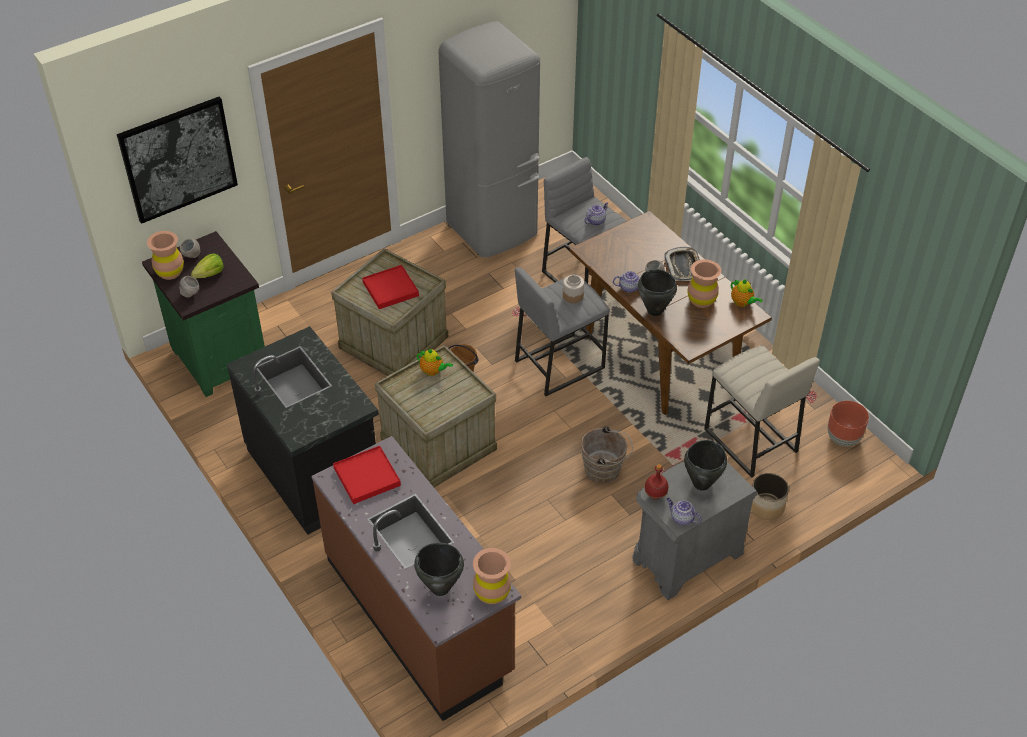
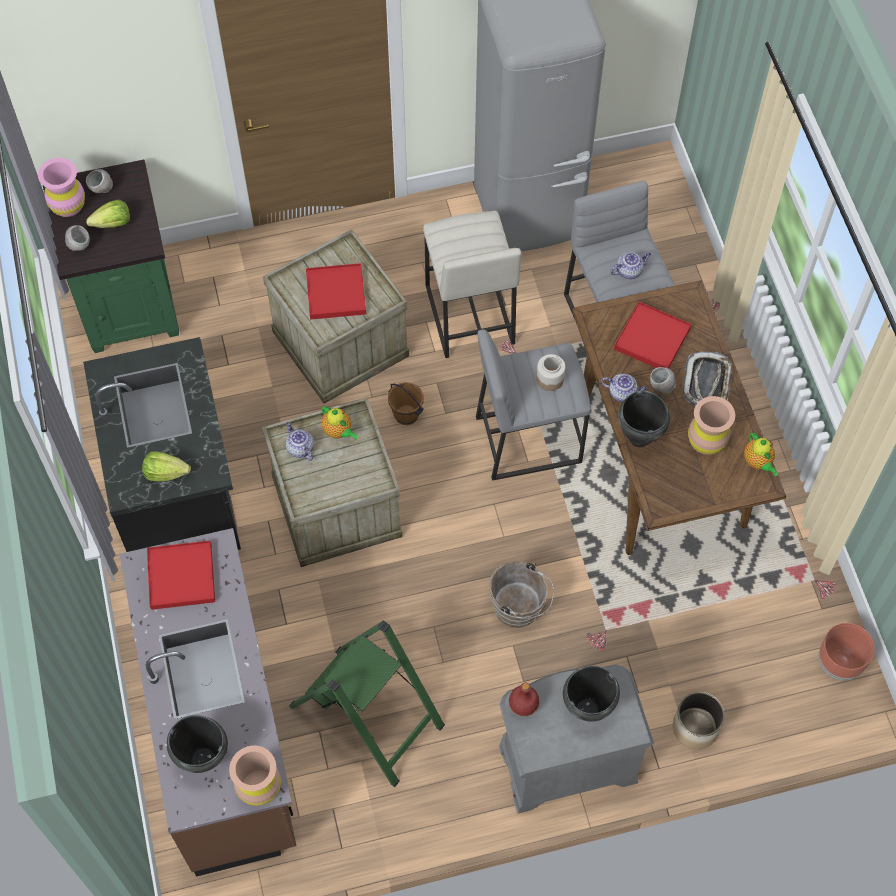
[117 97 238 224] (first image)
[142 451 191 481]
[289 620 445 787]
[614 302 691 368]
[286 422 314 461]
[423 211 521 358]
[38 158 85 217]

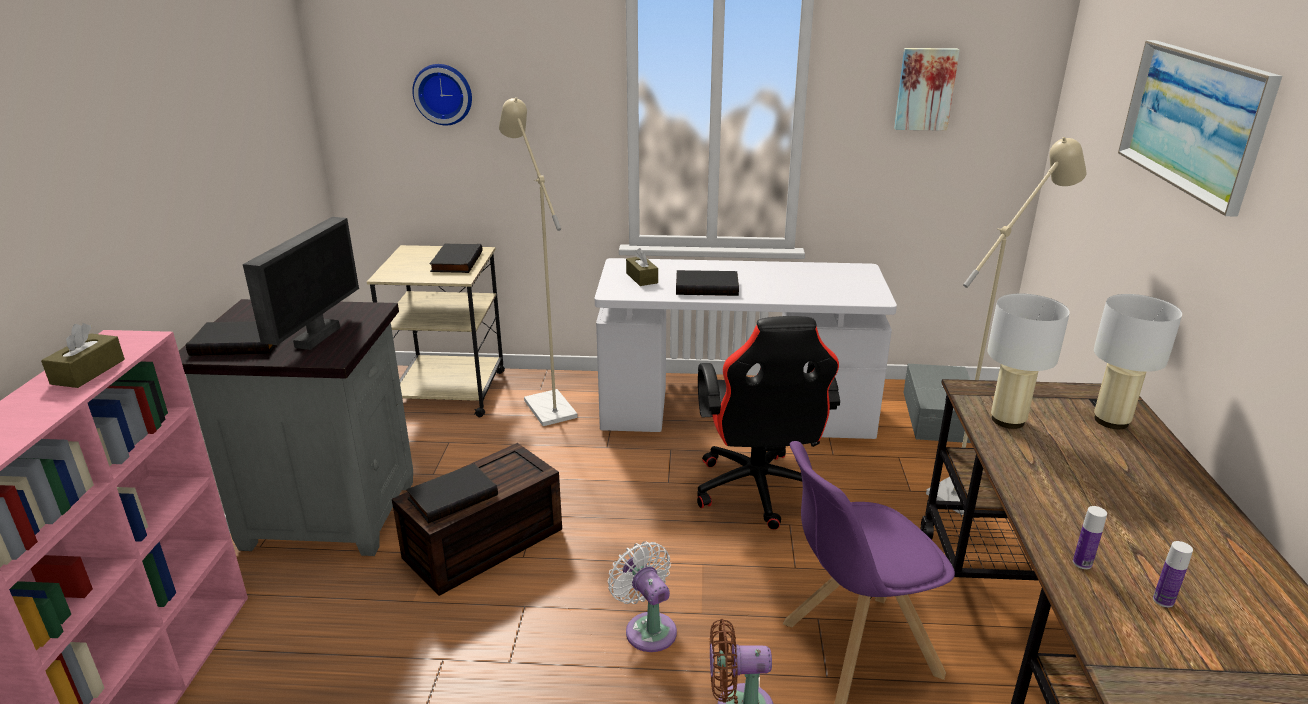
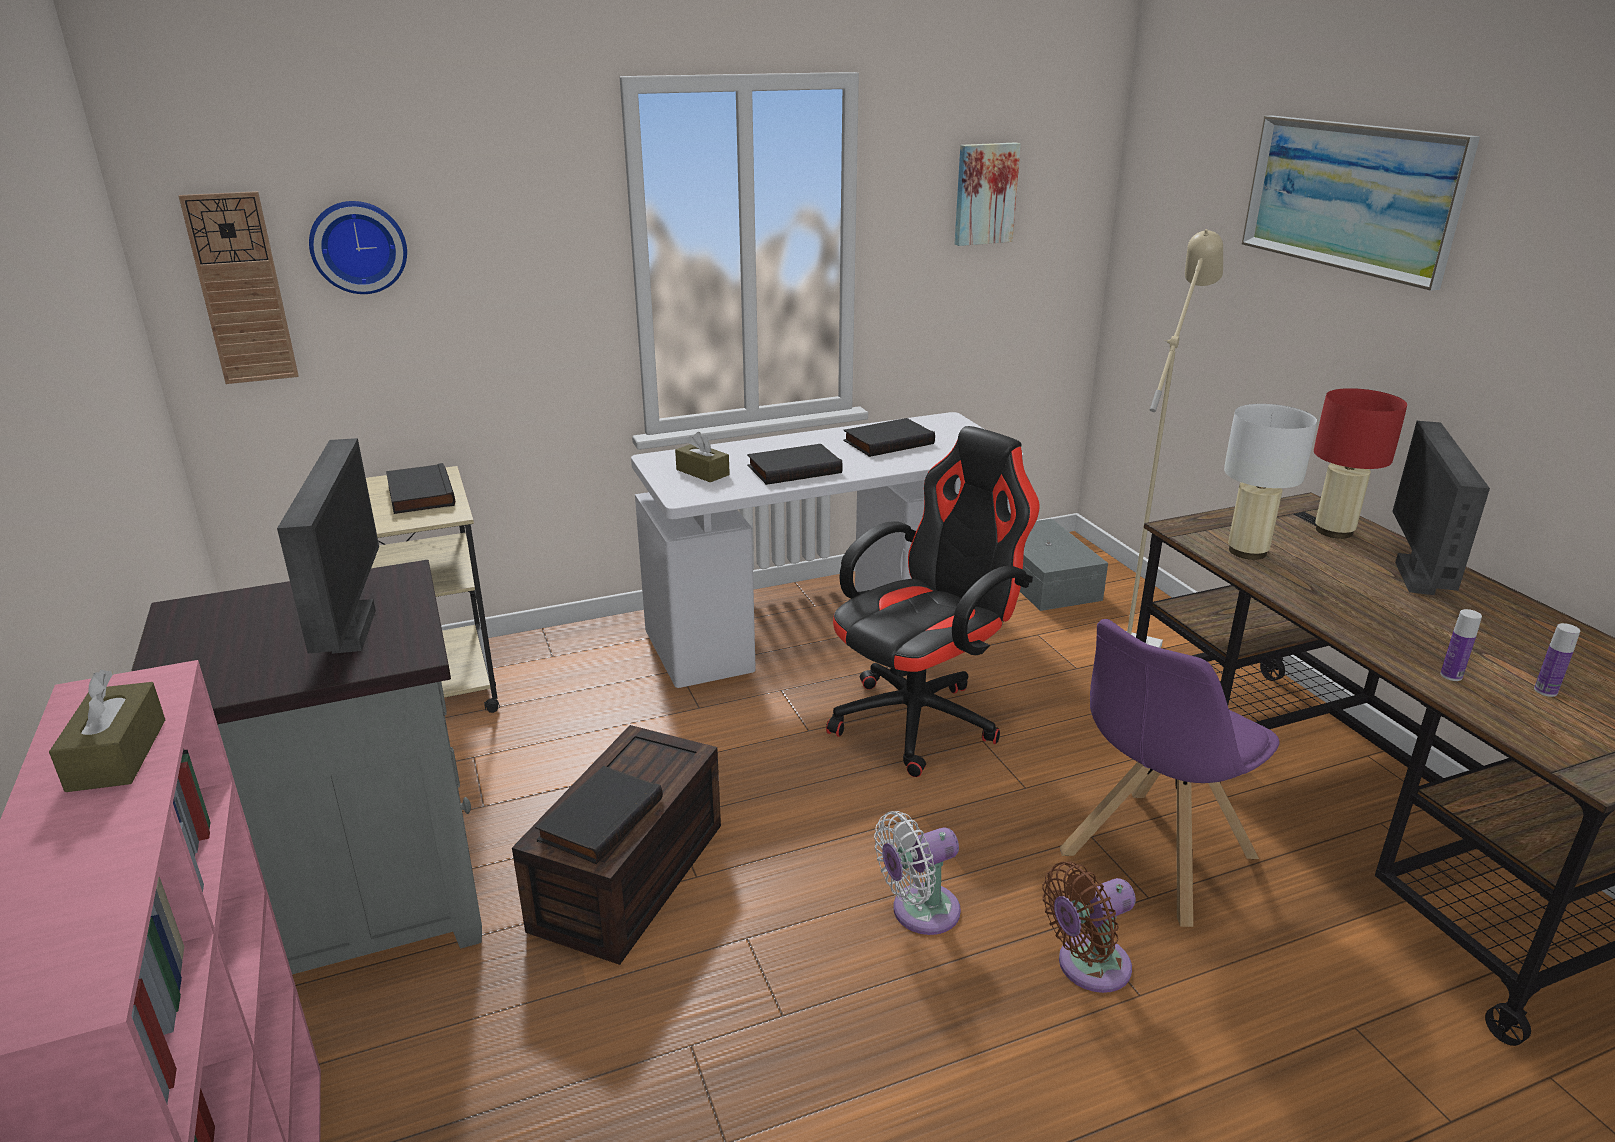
[499 97 578 426] (first image)
[179 191 299 384]
[1392 421 1490 595]
[843 418 935 457]
[1314 388 1407 539]
[874 811 961 935]
[826 426 1039 777]

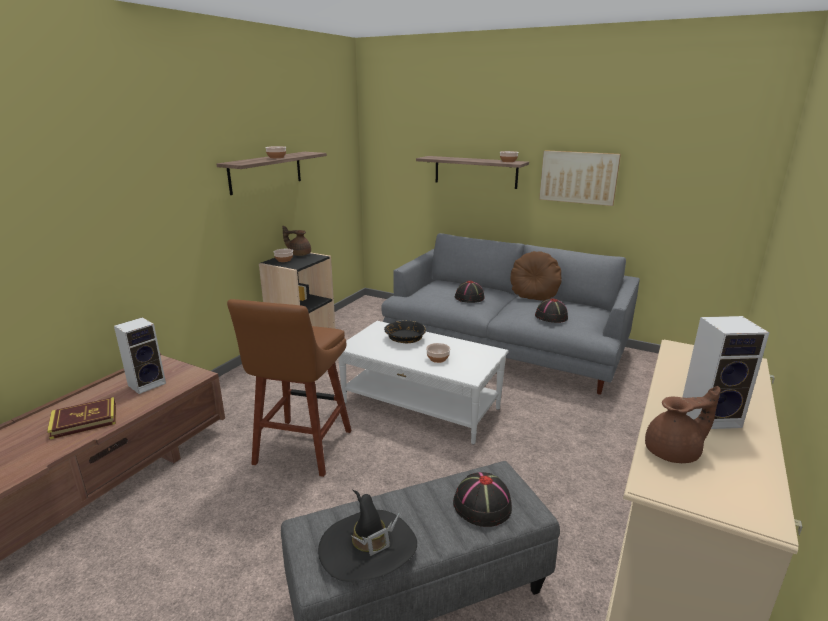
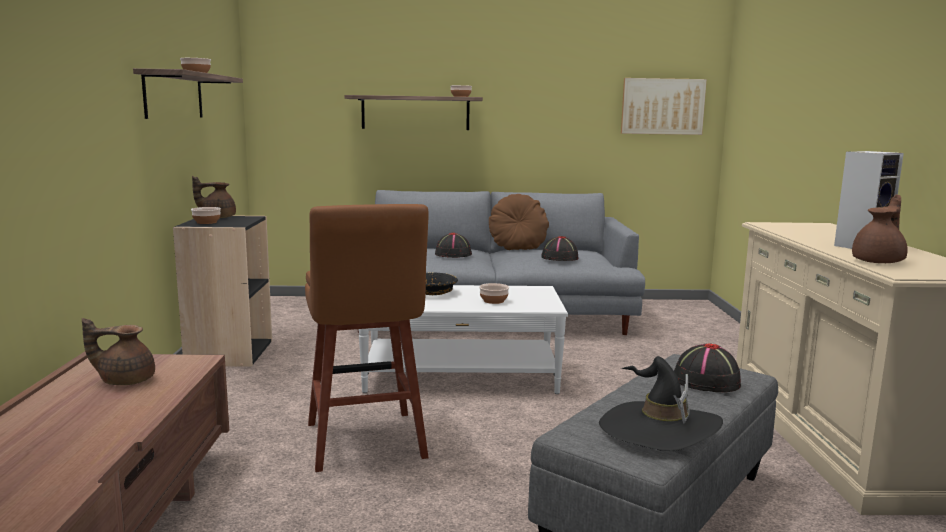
[47 397 116 439] (first image)
[621 78 707 135]
[82 318 155 385]

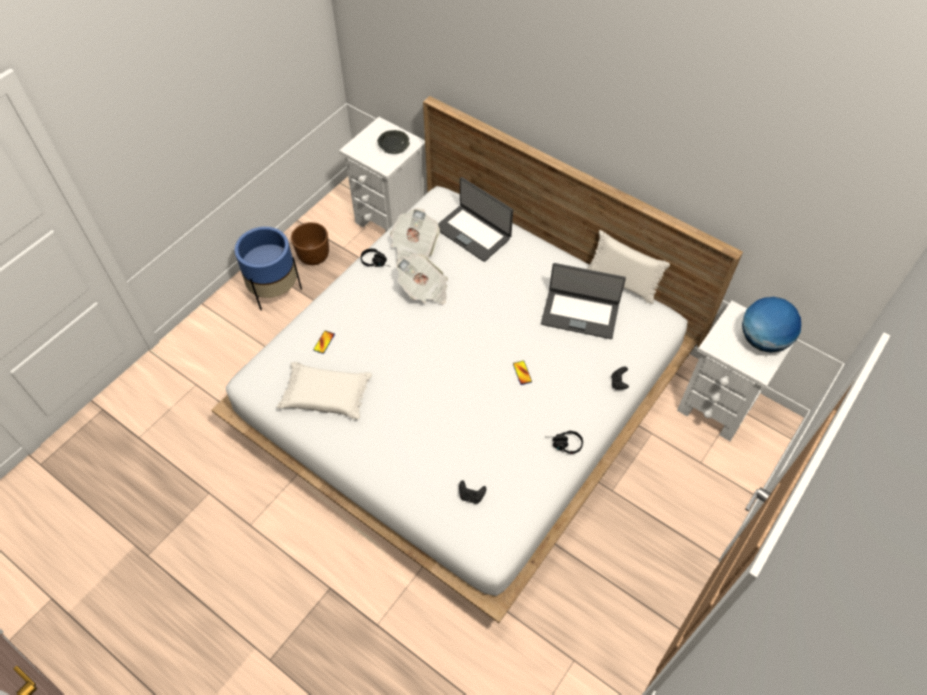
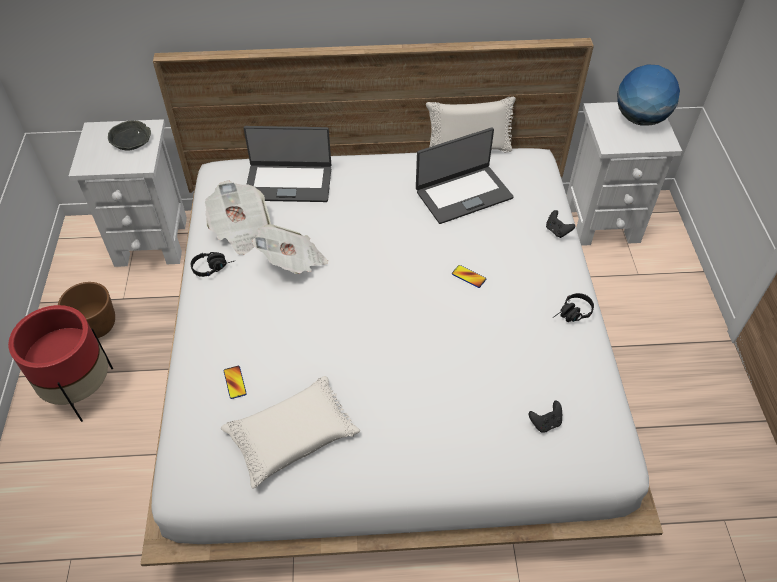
[8 305 113 422]

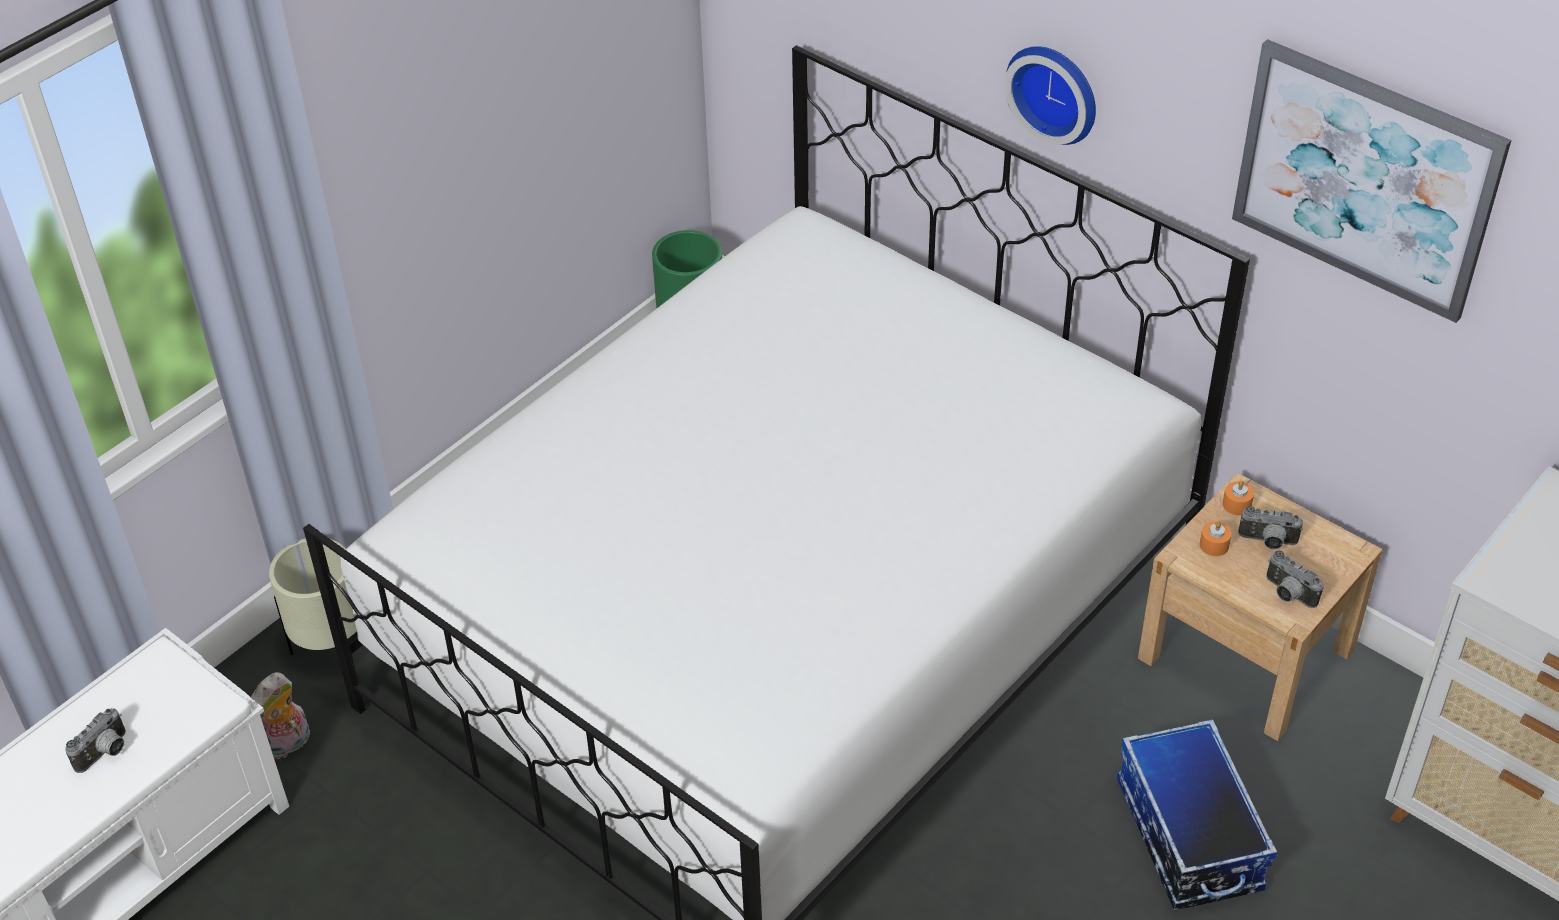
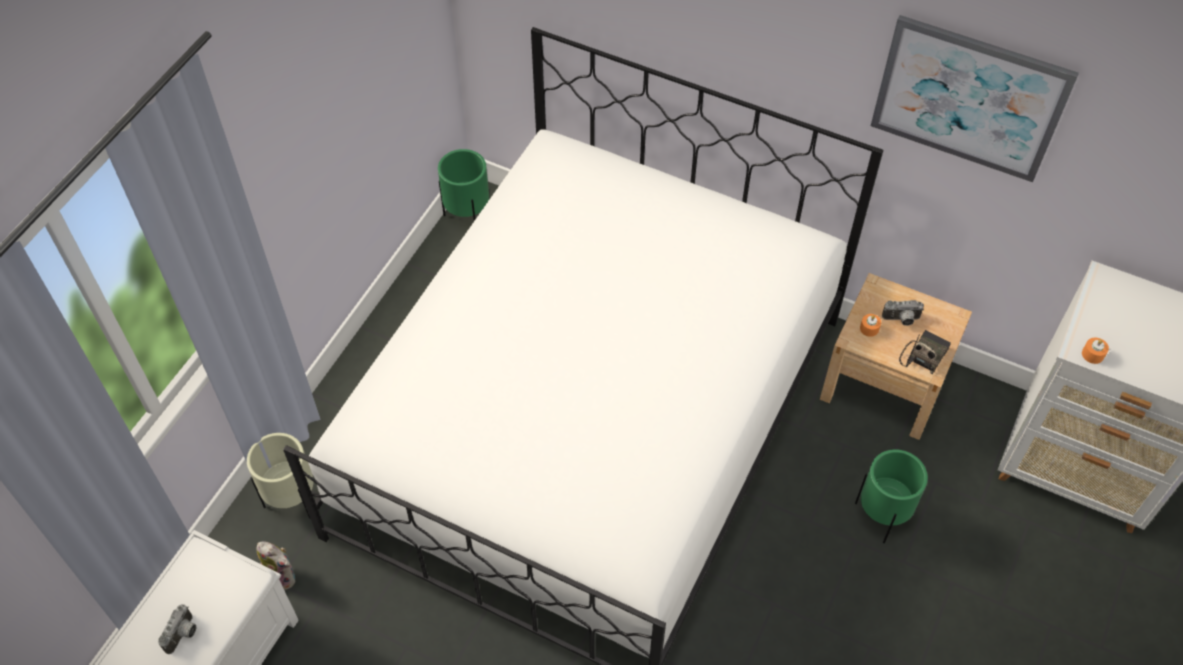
[1005 46 1096 145] (first image)
[1082 337 1109 364]
[855 449 928 543]
[899 330 951 374]
[256 541 296 590]

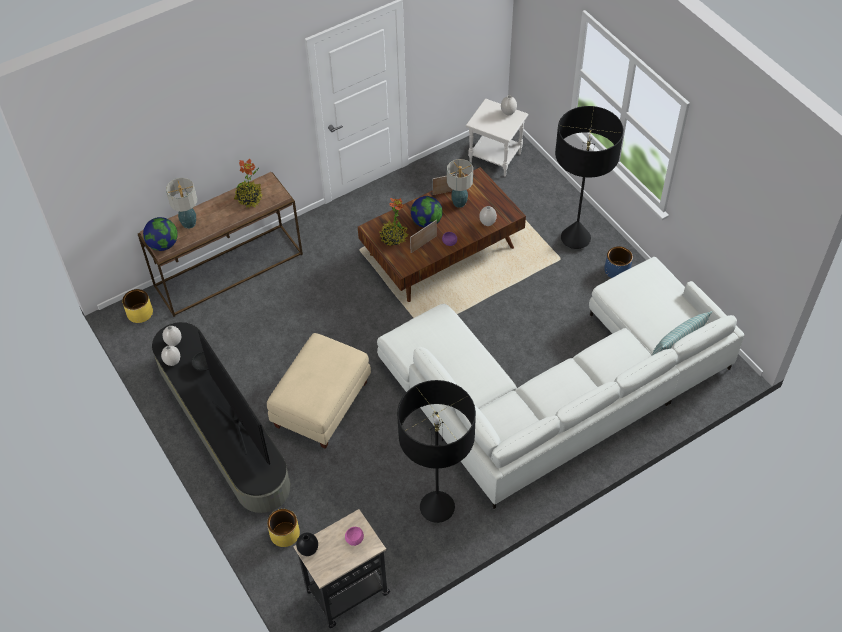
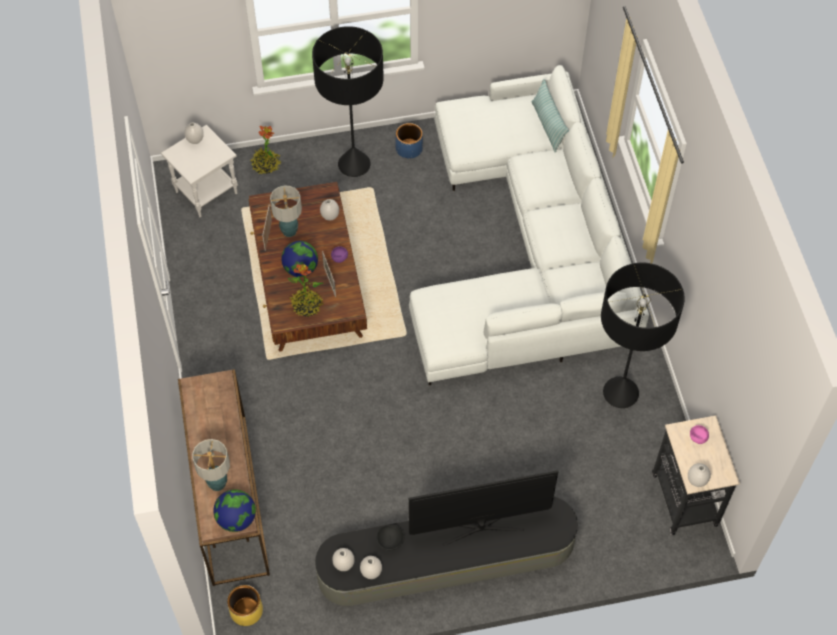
[267 333 371 449] (first image)
[267 509 300 547] (first image)
[251 126 281 174]
[688 463 711 487]

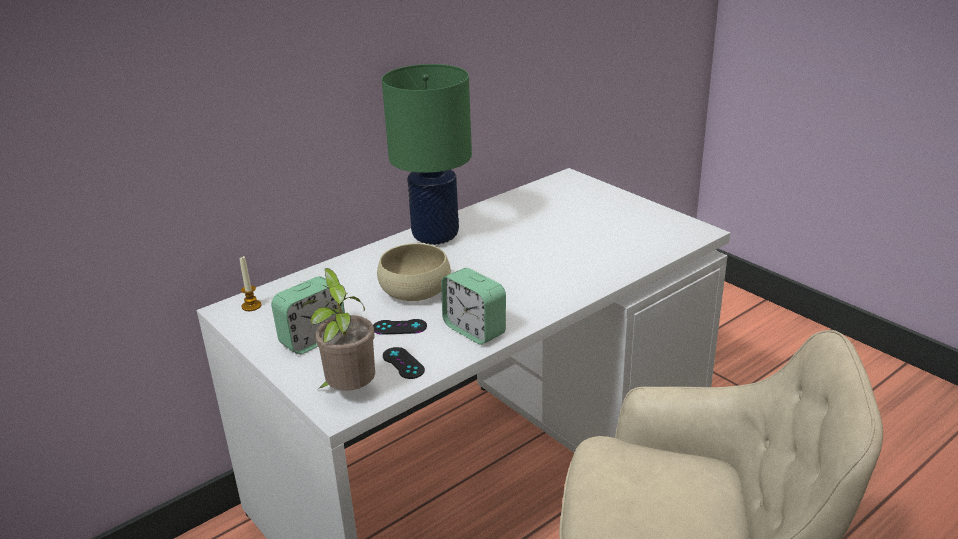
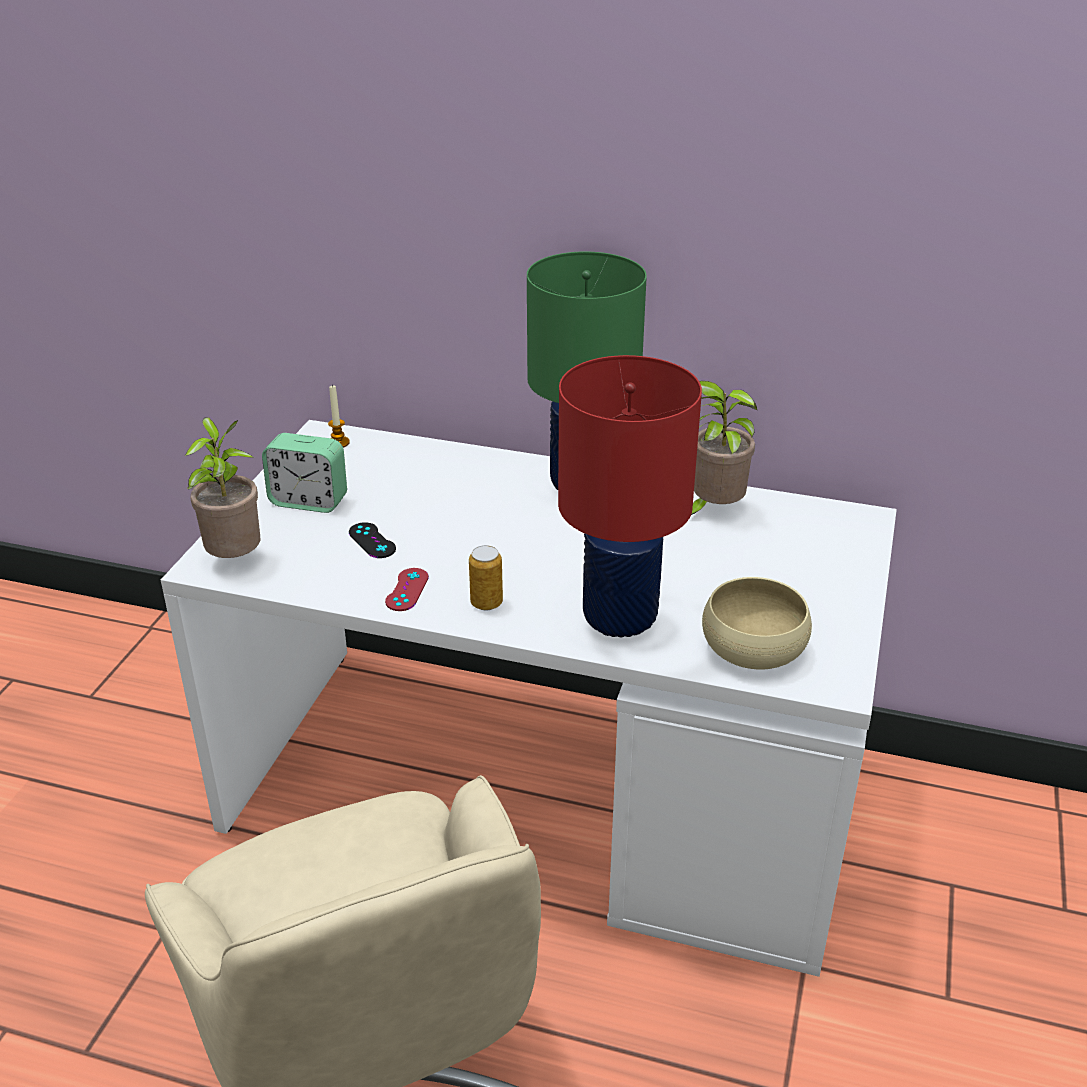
[383 347 425 379] (first image)
[469 545 503 610]
[558 355 702 637]
[691 381 758 515]
[702 577 812 670]
[385 568 429 611]

